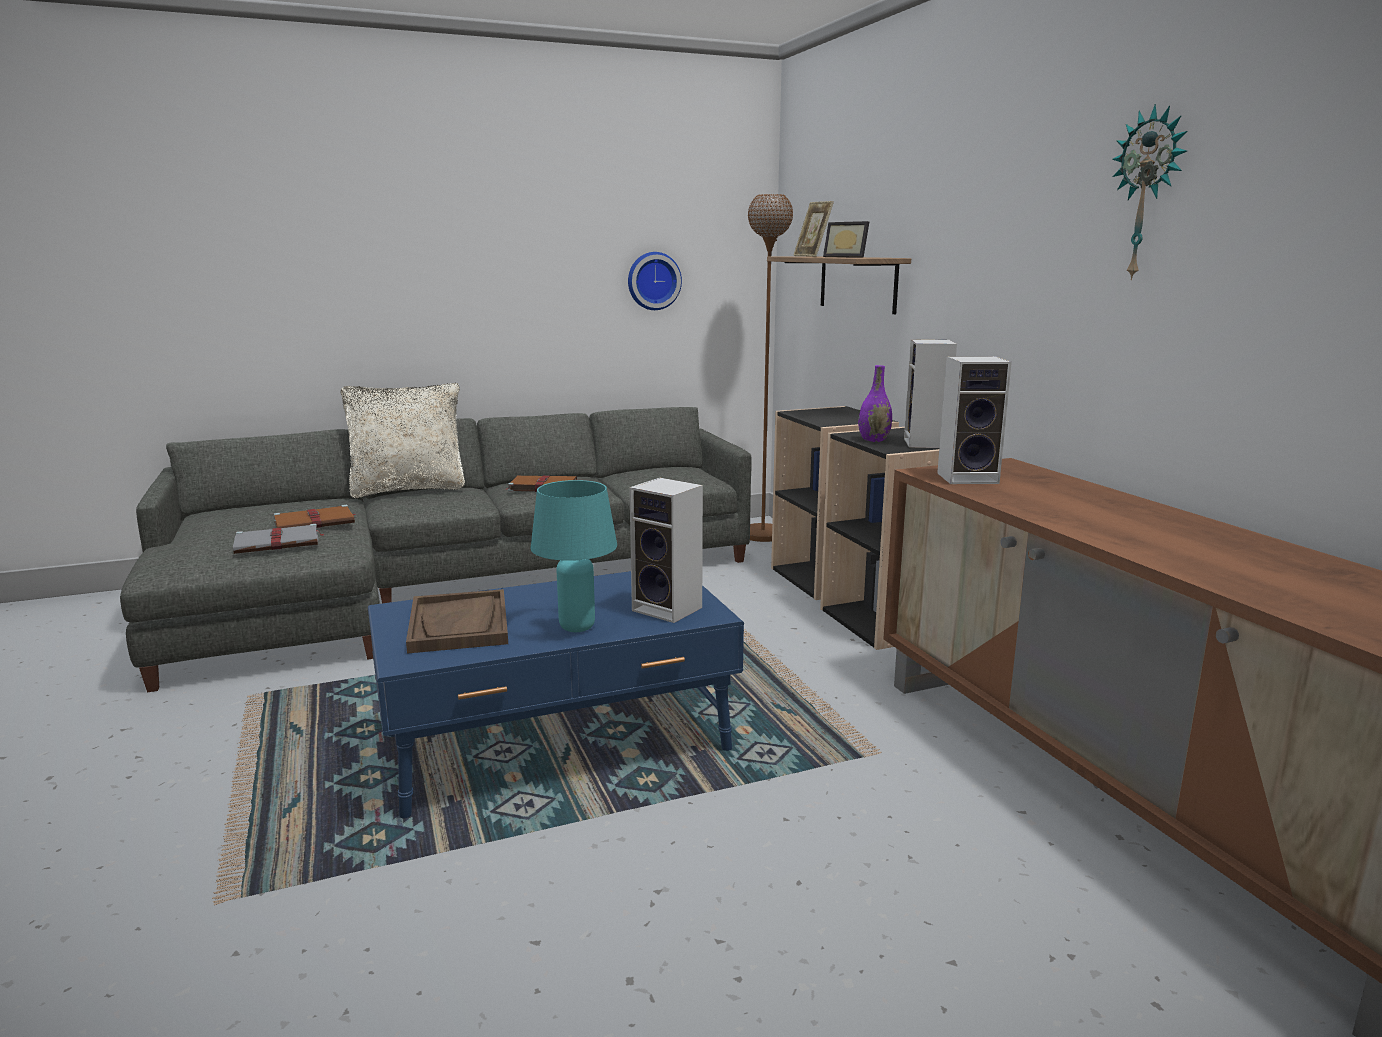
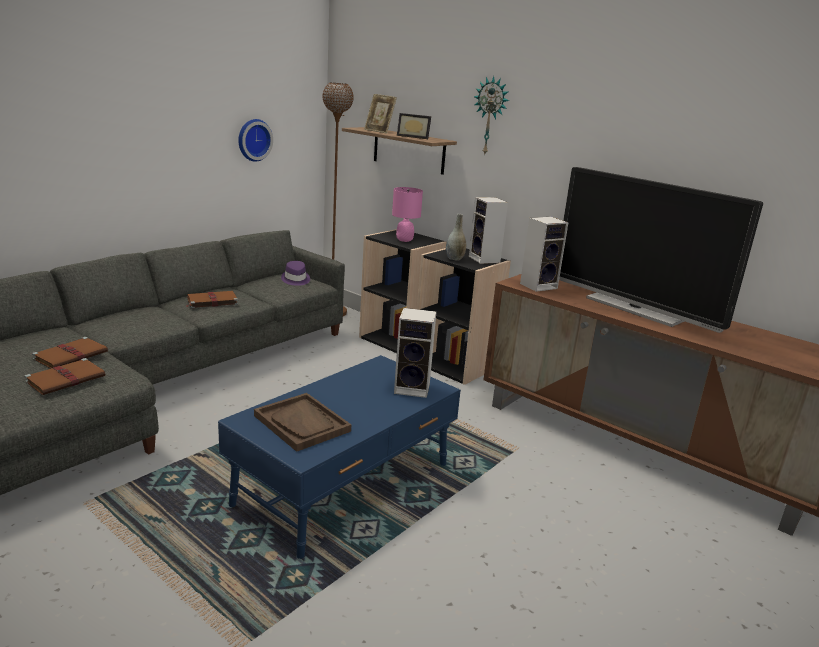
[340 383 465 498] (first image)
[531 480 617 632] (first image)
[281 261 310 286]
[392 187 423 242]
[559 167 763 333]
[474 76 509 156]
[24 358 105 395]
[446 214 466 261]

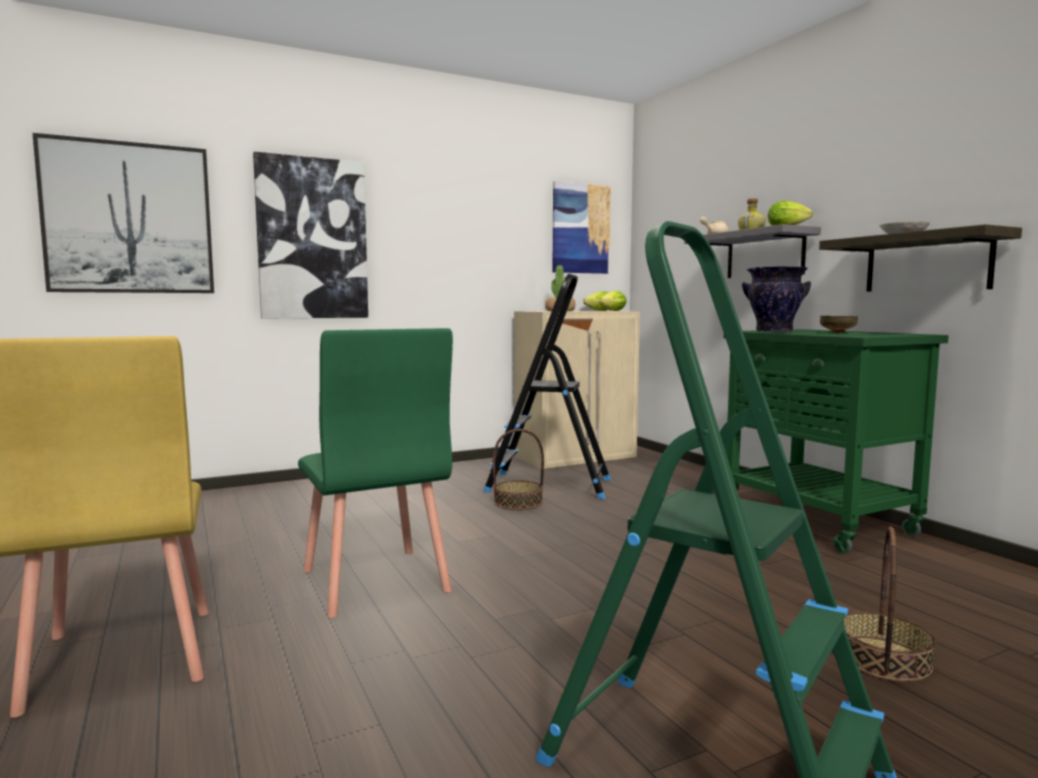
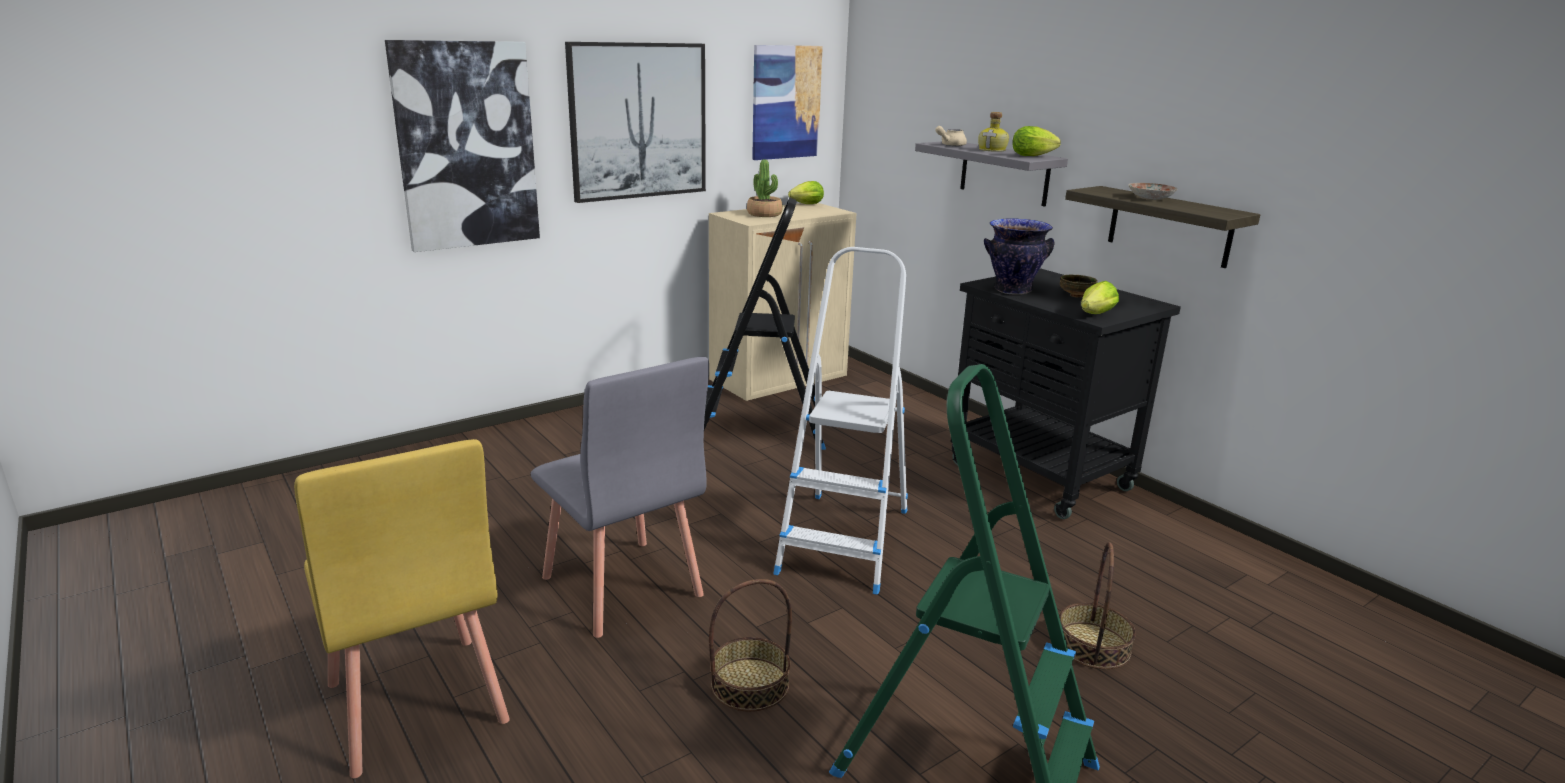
[774 247 908 595]
[565 42 706 203]
[709 579 792 712]
[1081 281 1119 314]
[531 357 709 638]
[950 268 1181 519]

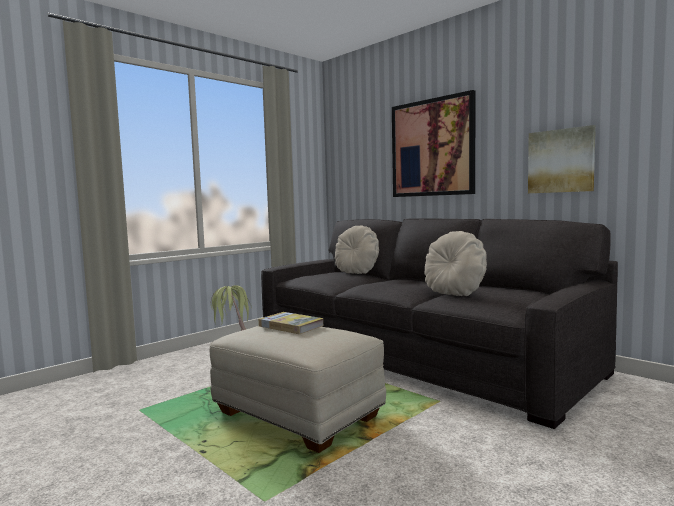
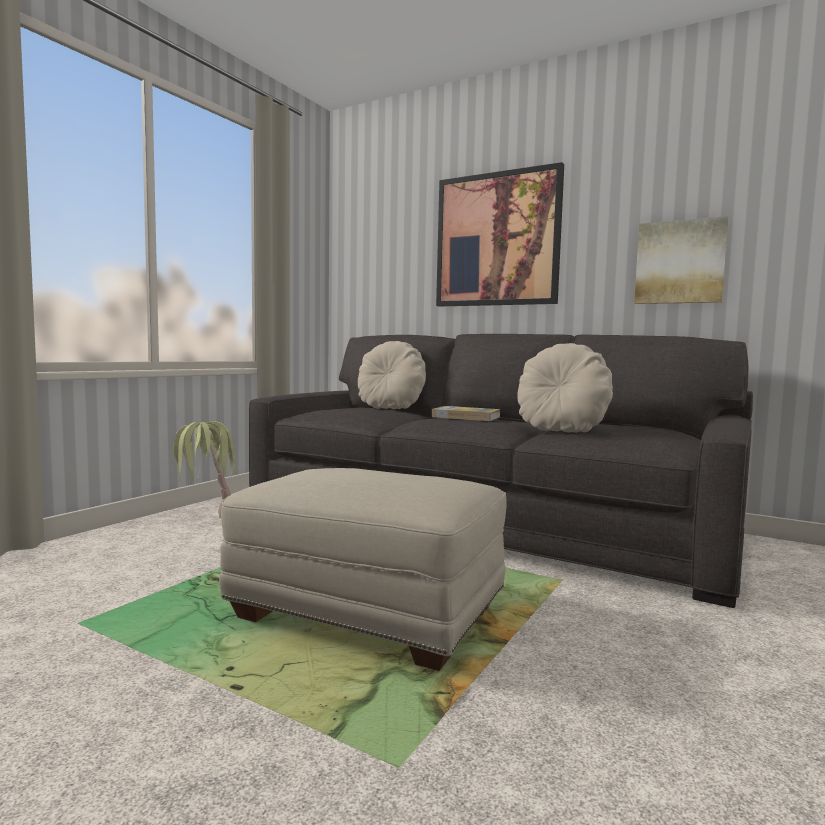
[432 406 500 421]

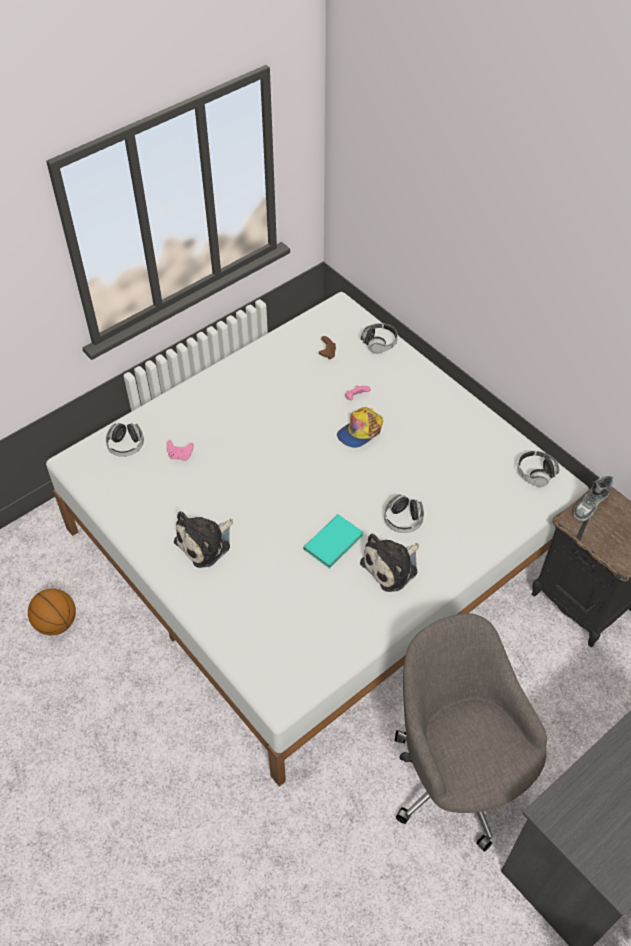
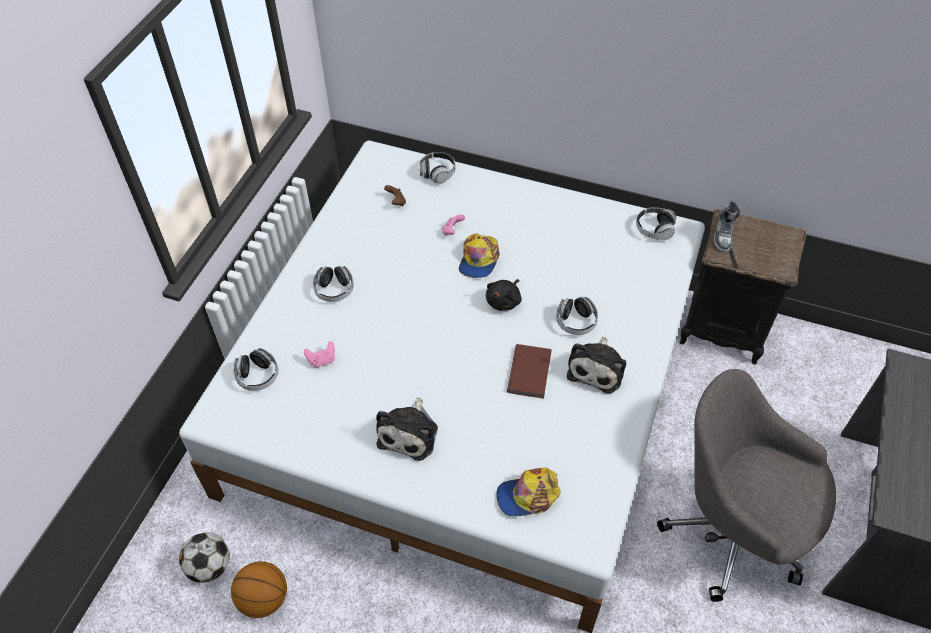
[179 533 230 583]
[313 266 354 302]
[486 279 522 311]
[496 468 561 517]
[507 344 552 399]

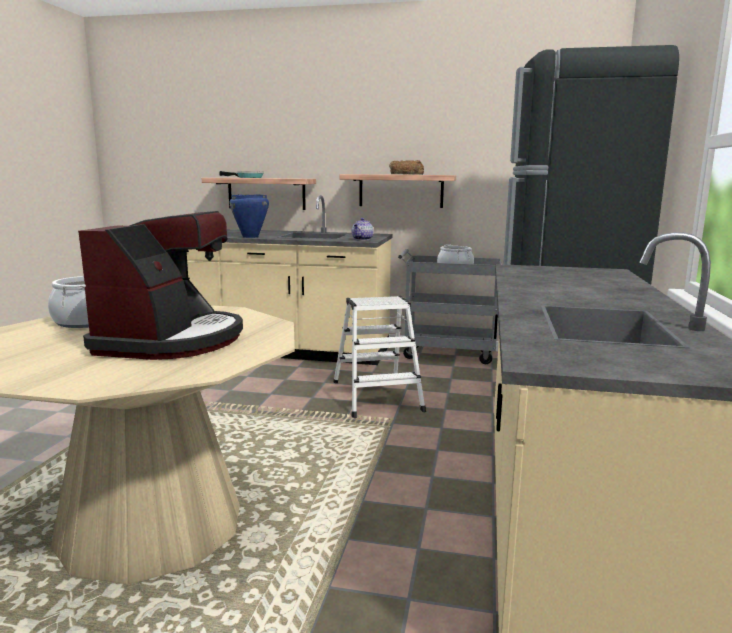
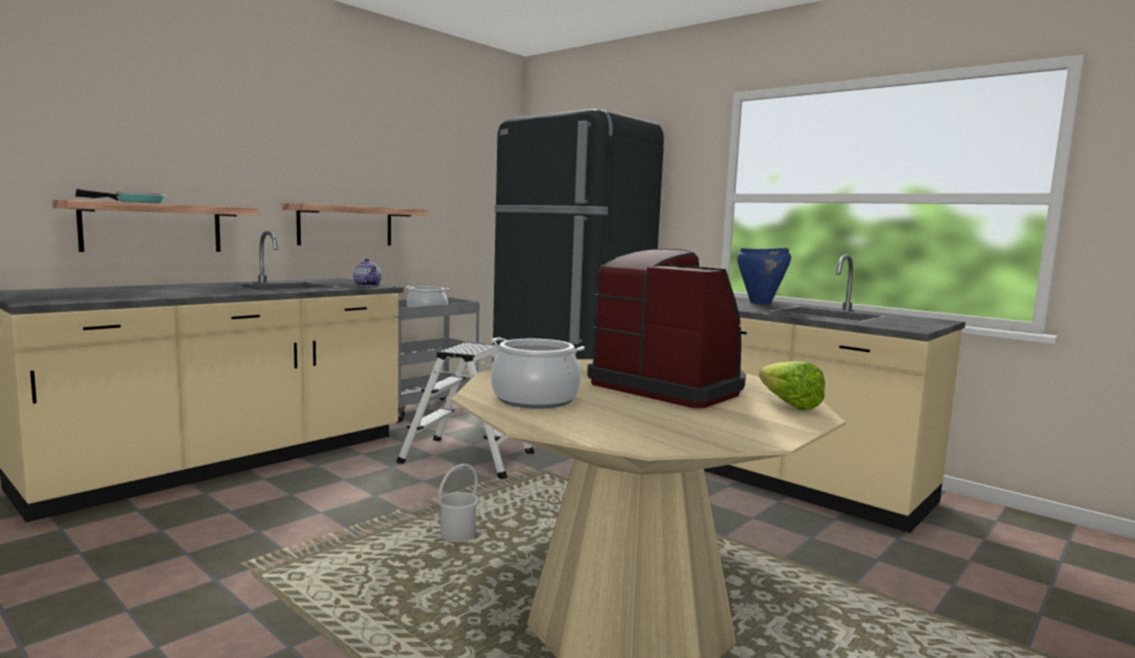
[389 160 424 175] (first image)
[438 464 479 542]
[759 361 825 411]
[737 248 791 304]

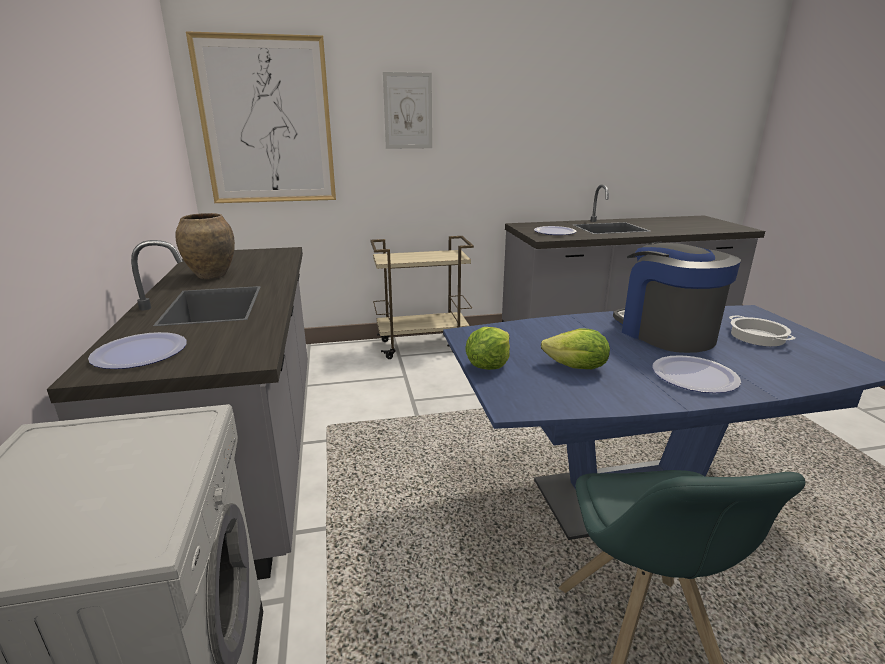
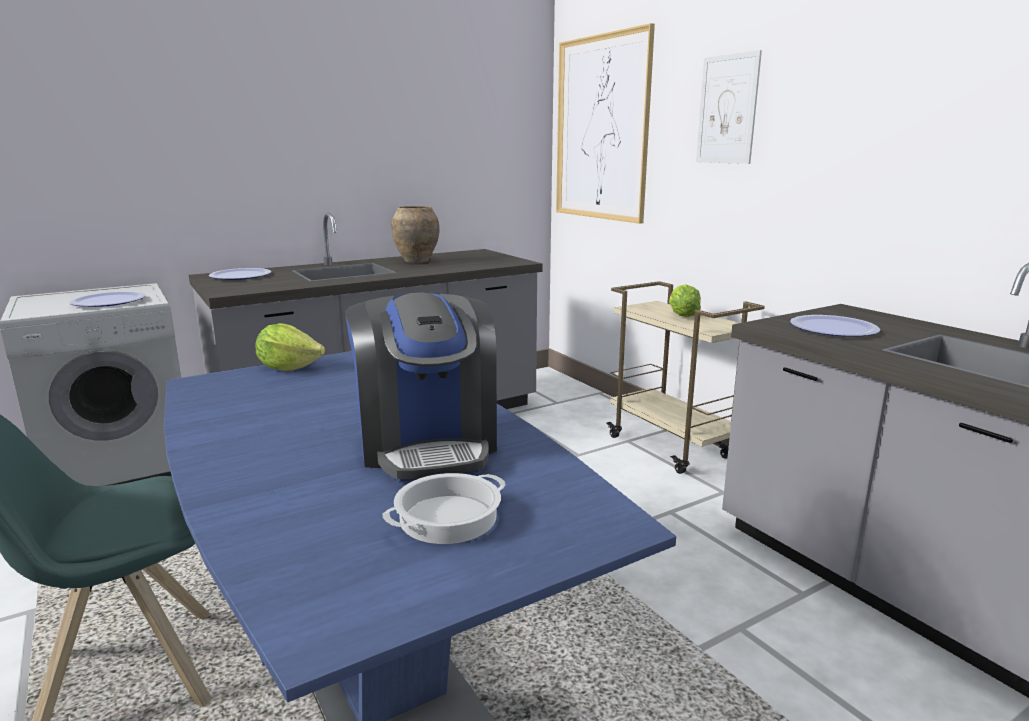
[669 285 701 317]
[69 291 146 307]
[345 293 497 481]

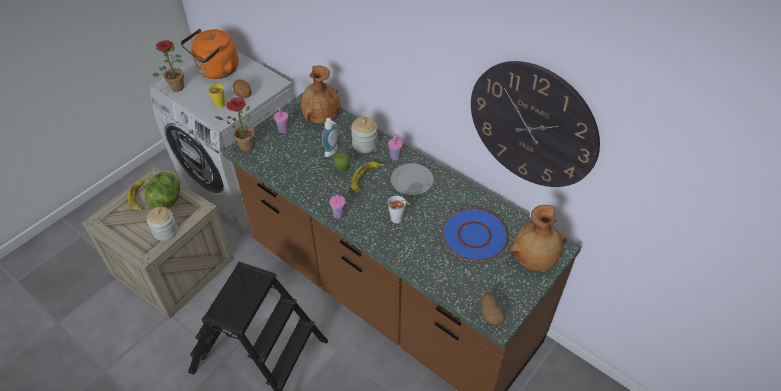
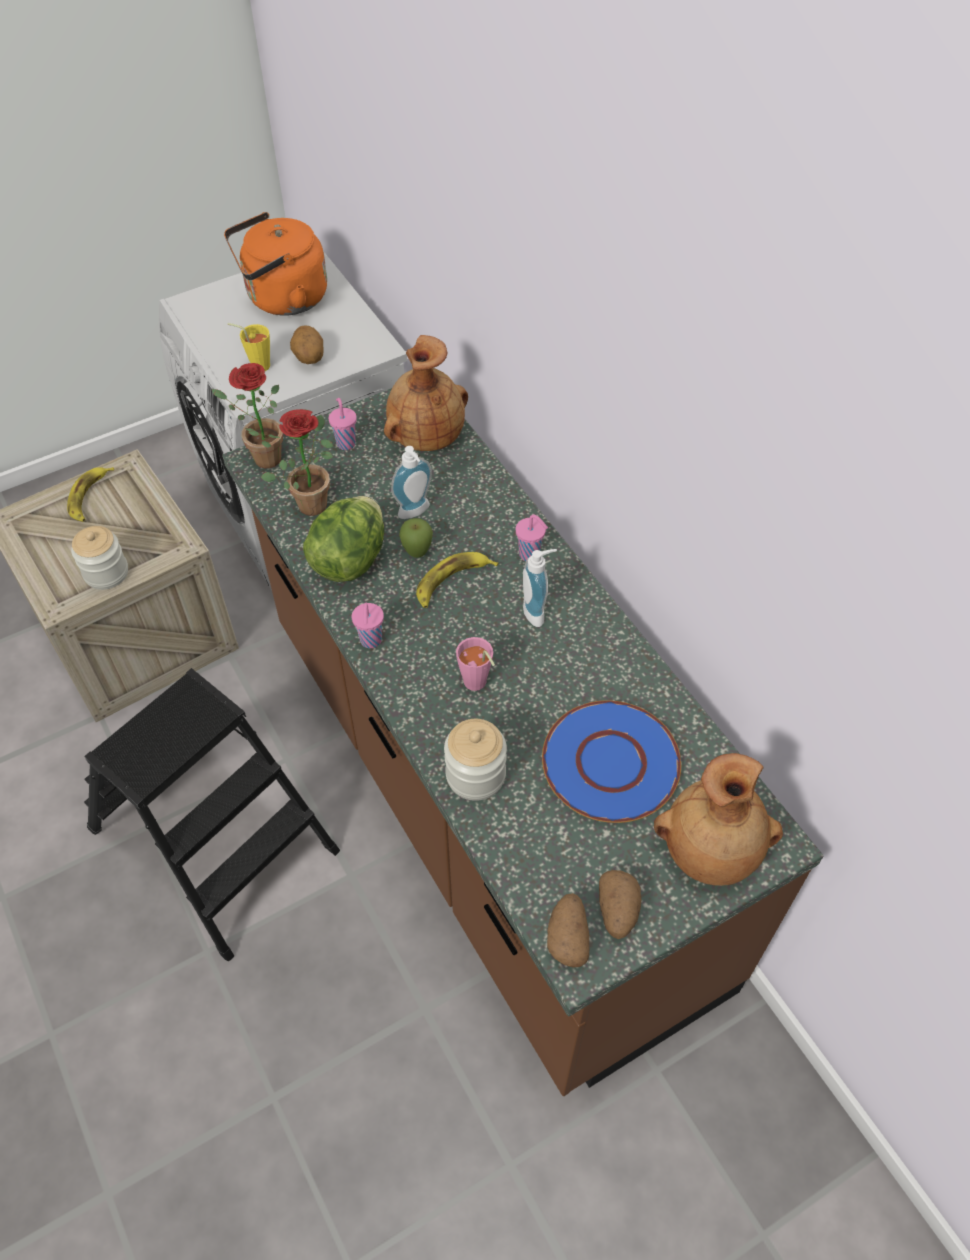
[471 61 600 187] (first image)
[599 870 641 939]
[303 496 384 582]
[261 409 333 516]
[444 719 507 801]
[523 549 557 627]
[456 637 495 691]

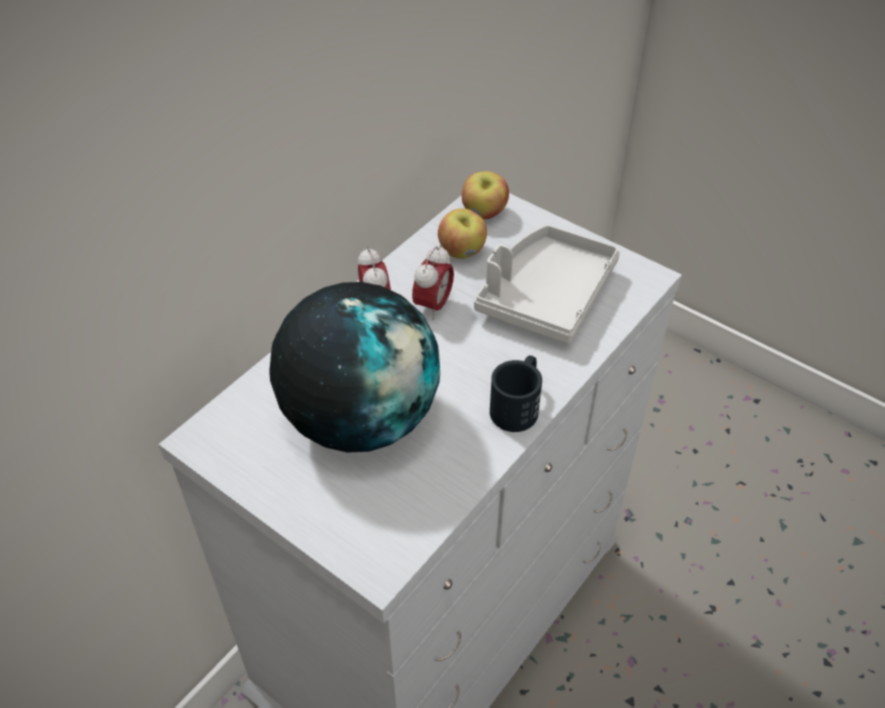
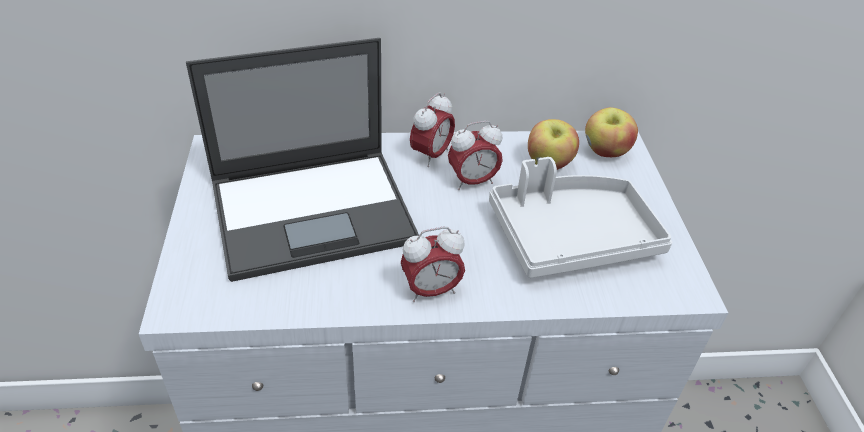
[186 38 419 282]
[401 227 465 302]

